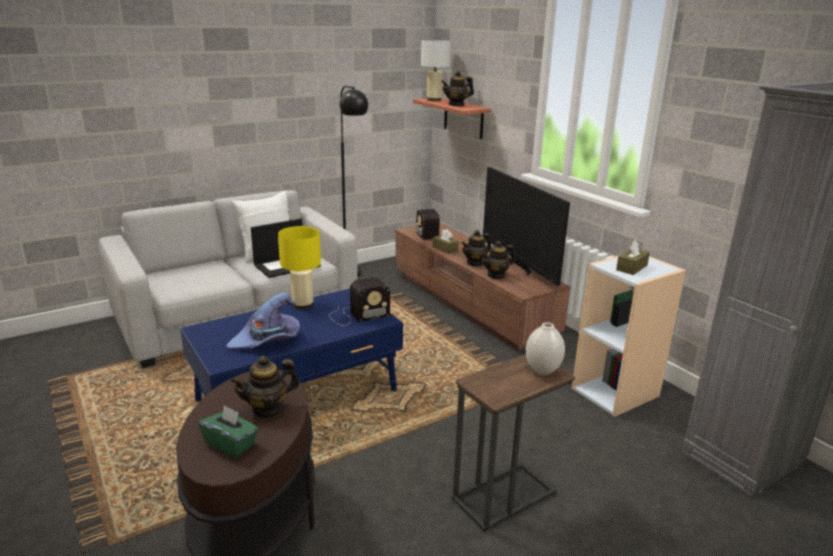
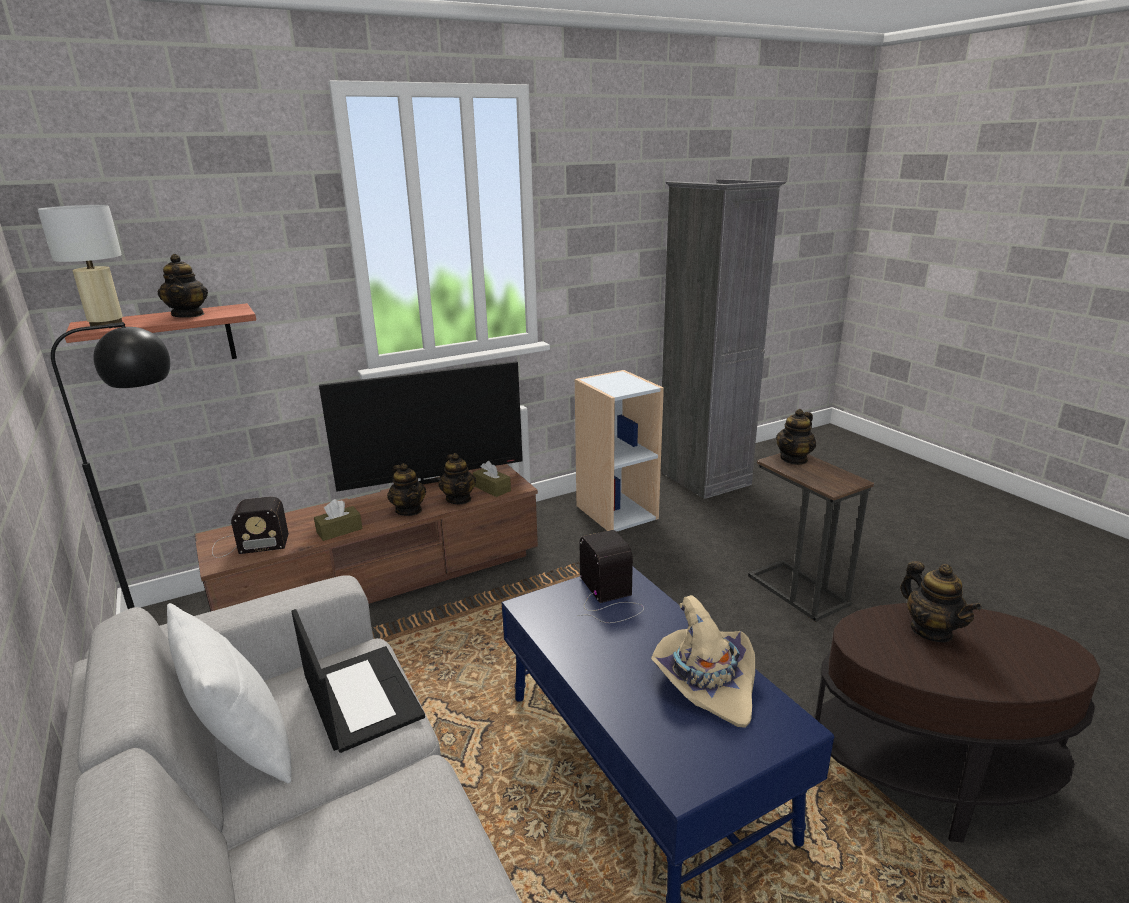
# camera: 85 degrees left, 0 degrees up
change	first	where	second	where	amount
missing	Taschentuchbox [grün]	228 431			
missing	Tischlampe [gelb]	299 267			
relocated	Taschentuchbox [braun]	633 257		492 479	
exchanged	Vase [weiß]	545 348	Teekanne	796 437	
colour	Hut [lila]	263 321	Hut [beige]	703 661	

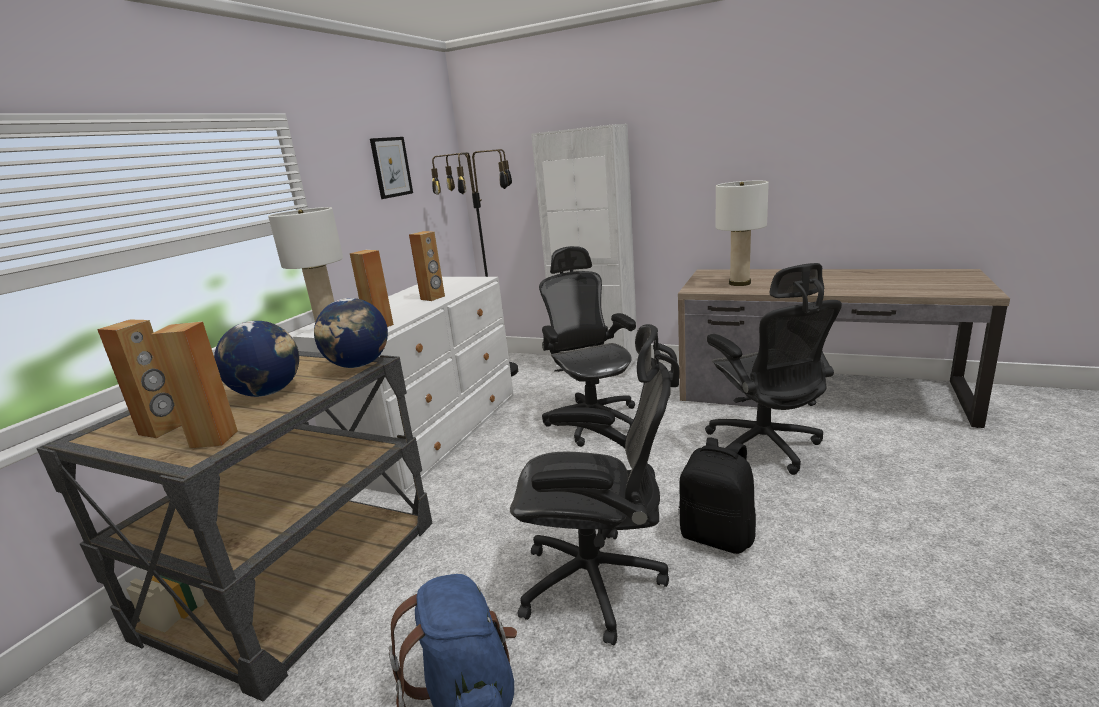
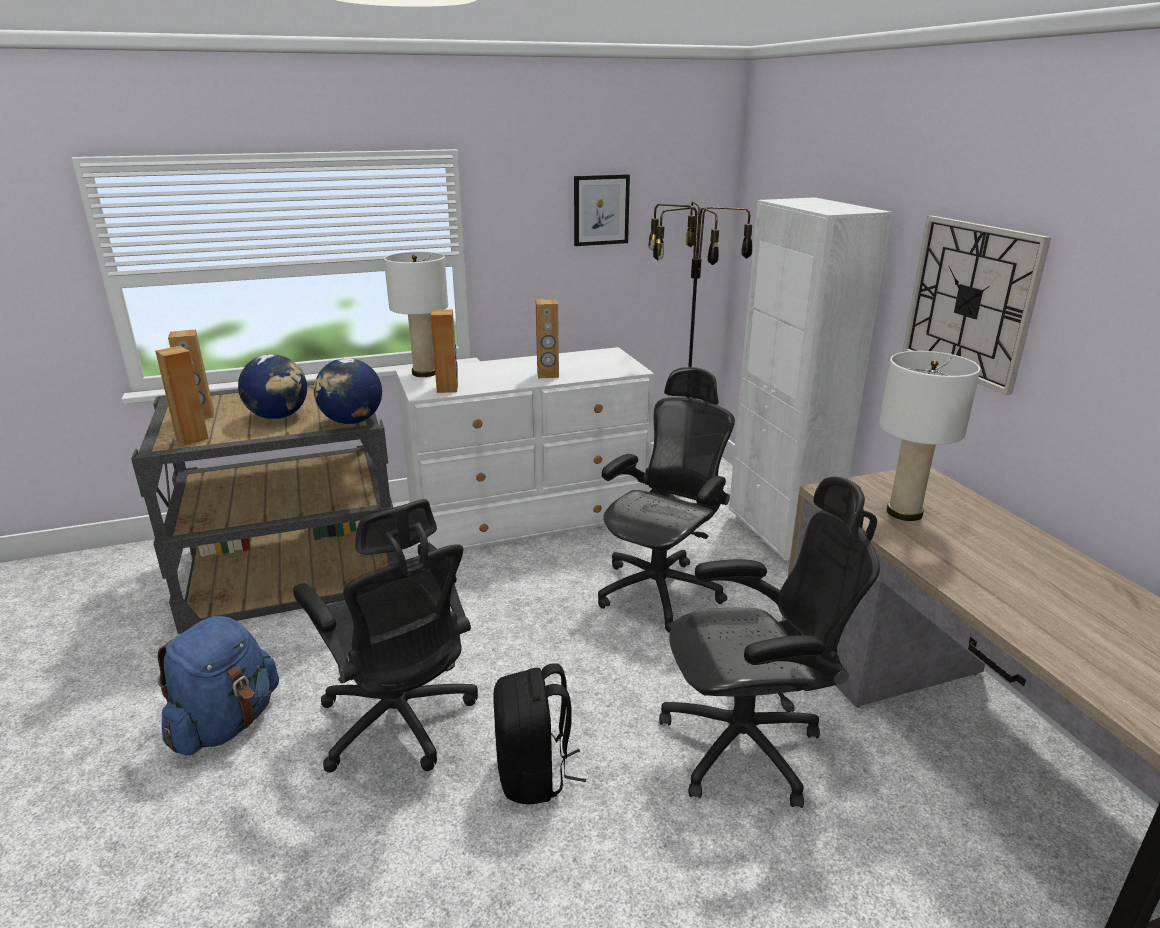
# camera: 45 degrees right, 5 degrees up
change	first	where	second	where	amount
appeared			Wanduhr	976 305	
spun	Bürostuhl	773 369		769 642	135 degrees counterclockwise

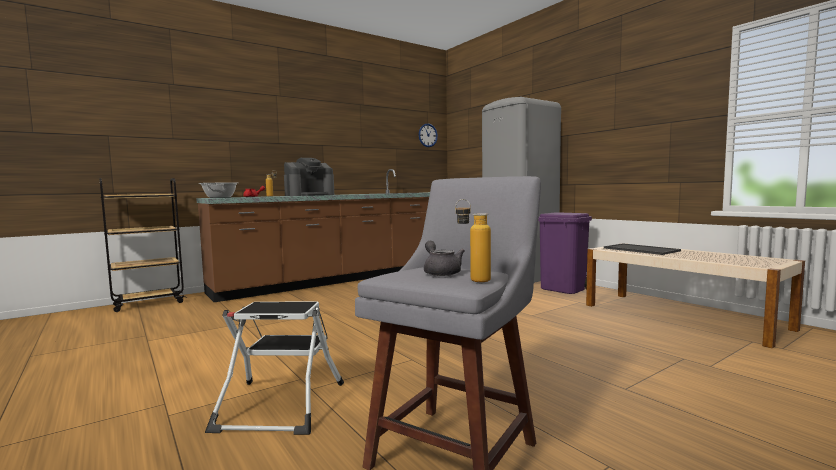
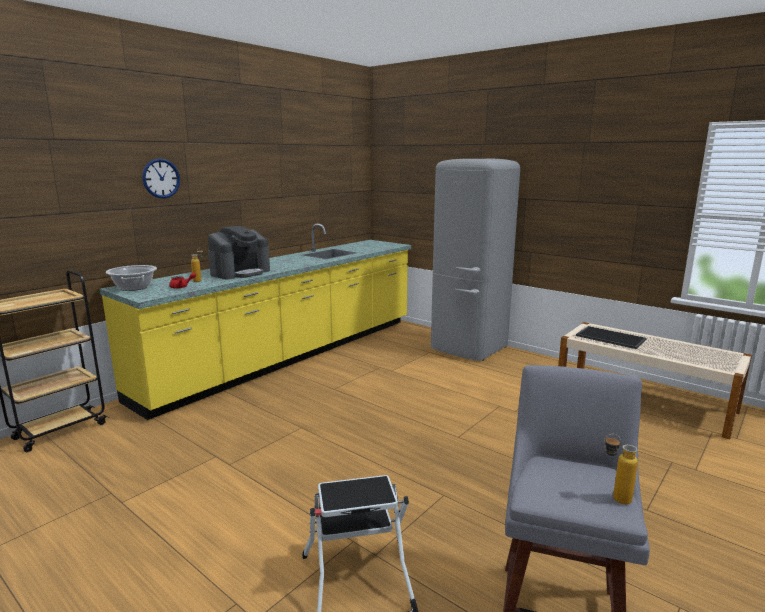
# camera: 15 degrees left, 10 degrees up
change	first	where	second	where	amount
missing	Teekanne [grau]	444 258			
missing	Mülleimer [lila]	565 253			
relocated	Wanduhr	428 135		161 179	
colour	Küchenzeile [braun]	313 235	Küchenzeile [gelb]	255 321	

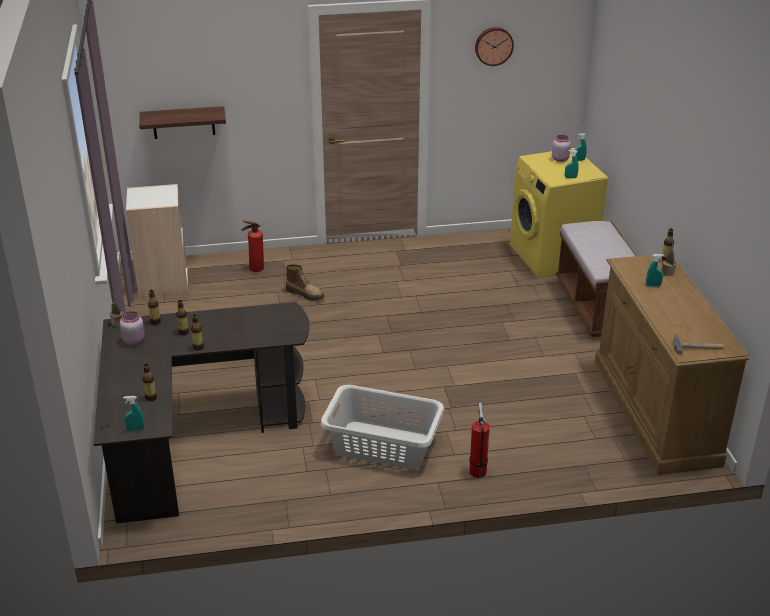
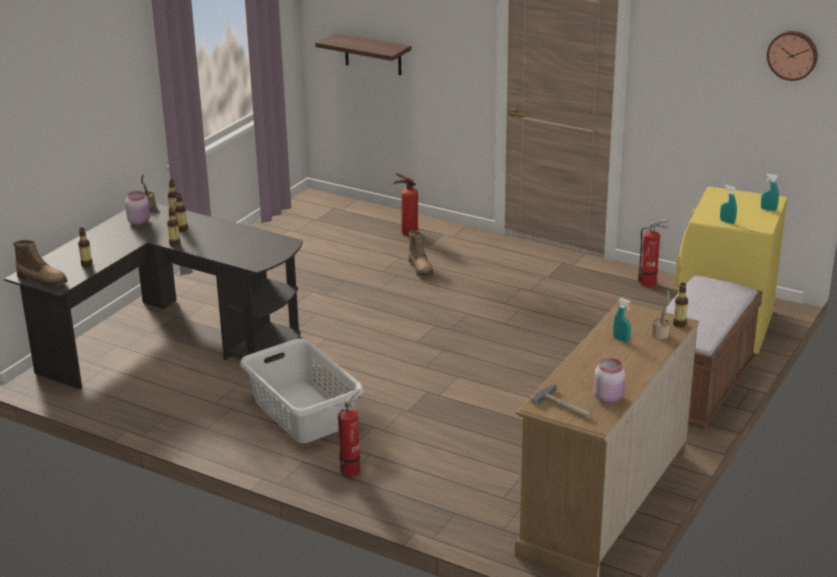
# camera: 40 degrees right, 5 degrees down
change	first	where	second	where	amount
missing	Bücherregal	157 240			
appeared			Feuerlöscher	653 253	
relocated	Wanduhr	494 46		792 56	
relocated	Vorratsglas [rosa]	561 148		609 380	
exchanged	Sprühflasche [türkis]	133 413	Stiefel	40 263	

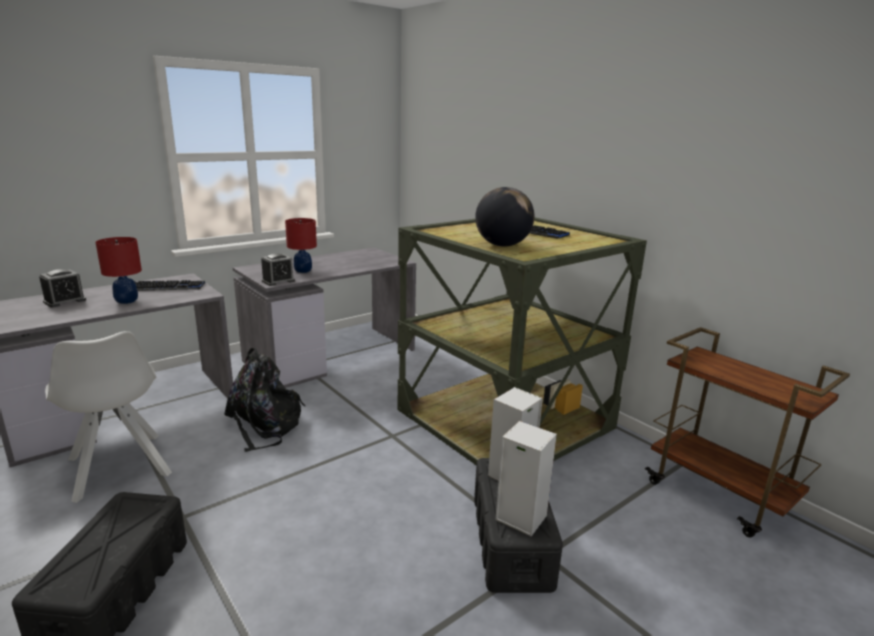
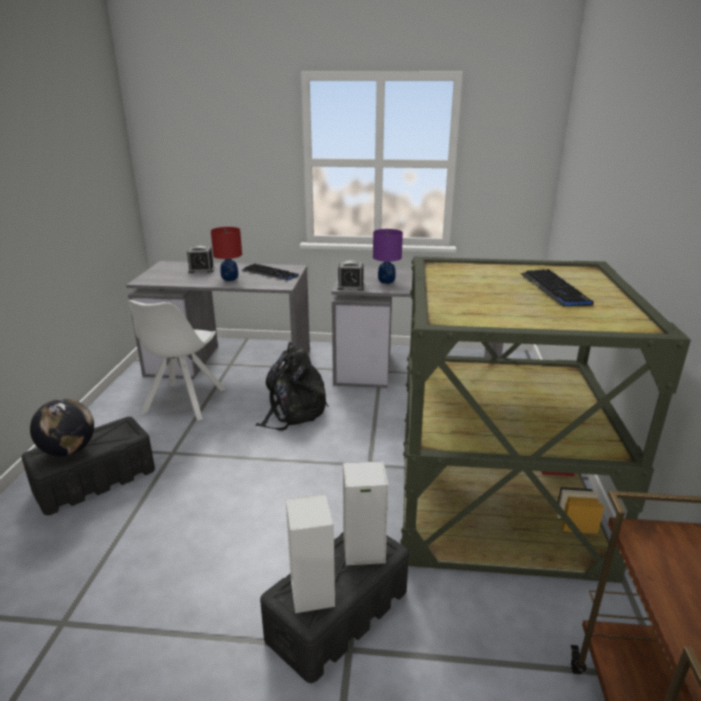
# camera: 45 degrees right, 5 degrees up
change	first	where	second	where	amount
relocated	Globus	504 217		62 427	
colour	Tischlampe [rot]	301 245	Tischlampe [lila]	388 256	

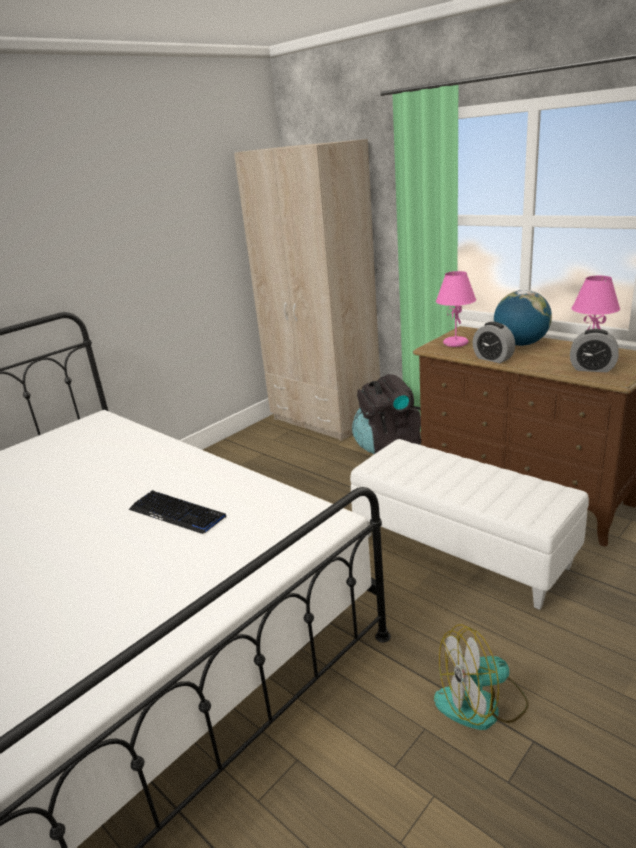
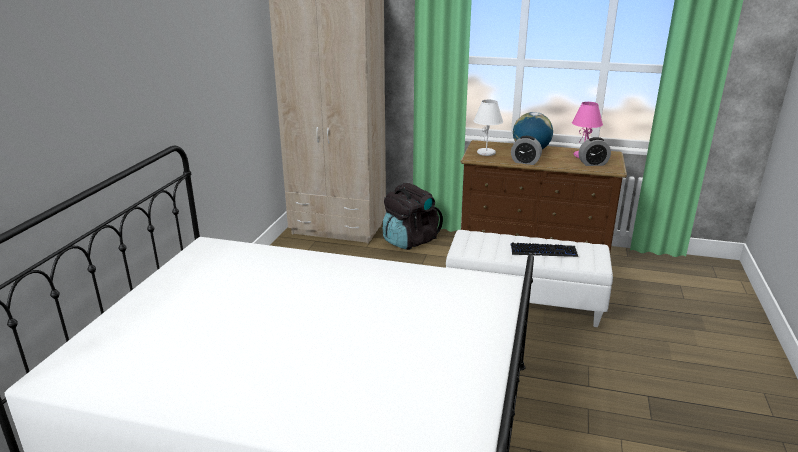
# camera: 30 degrees left, 0 degrees up
change	first	where	second	where	amount
missing	Ventilator	481 677			
relocated	Tastatur	177 512		544 249	
colour	Tischlampe [rosa]	456 309	Tischlampe [weiß]	488 127	

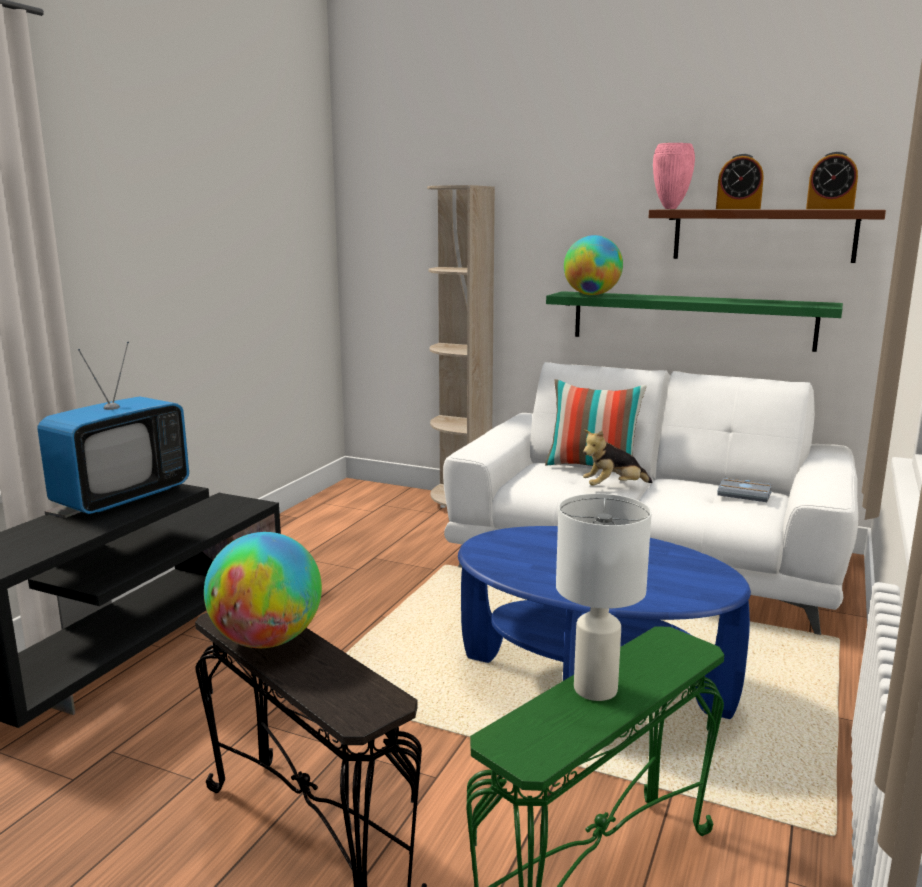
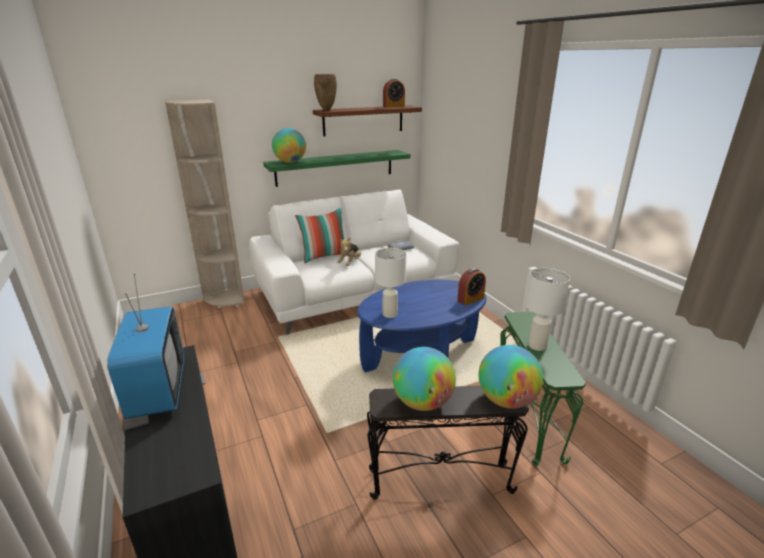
# camera: 50 degrees left, 10 degrees up
change	first	where	second	where	amount
appeared			Tischlampe [weiß]	390 283	
appeared			Globus	511 377	
relocated	Wecker	739 181		471 287	
colour	Vase [rosa]	674 176	Vase [braun]	325 92	

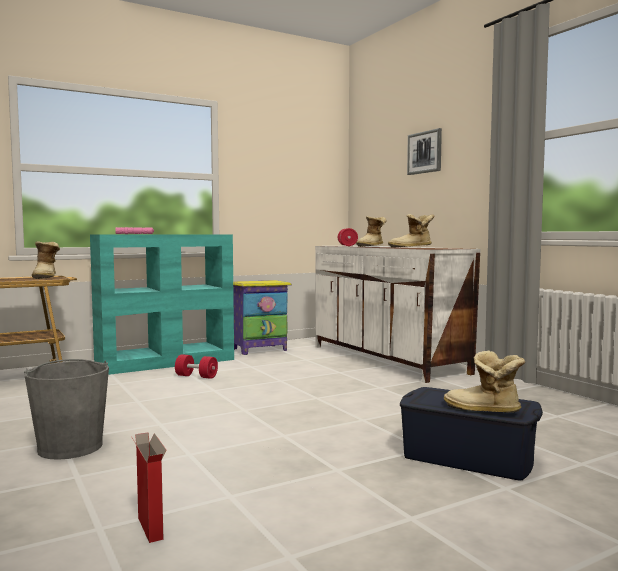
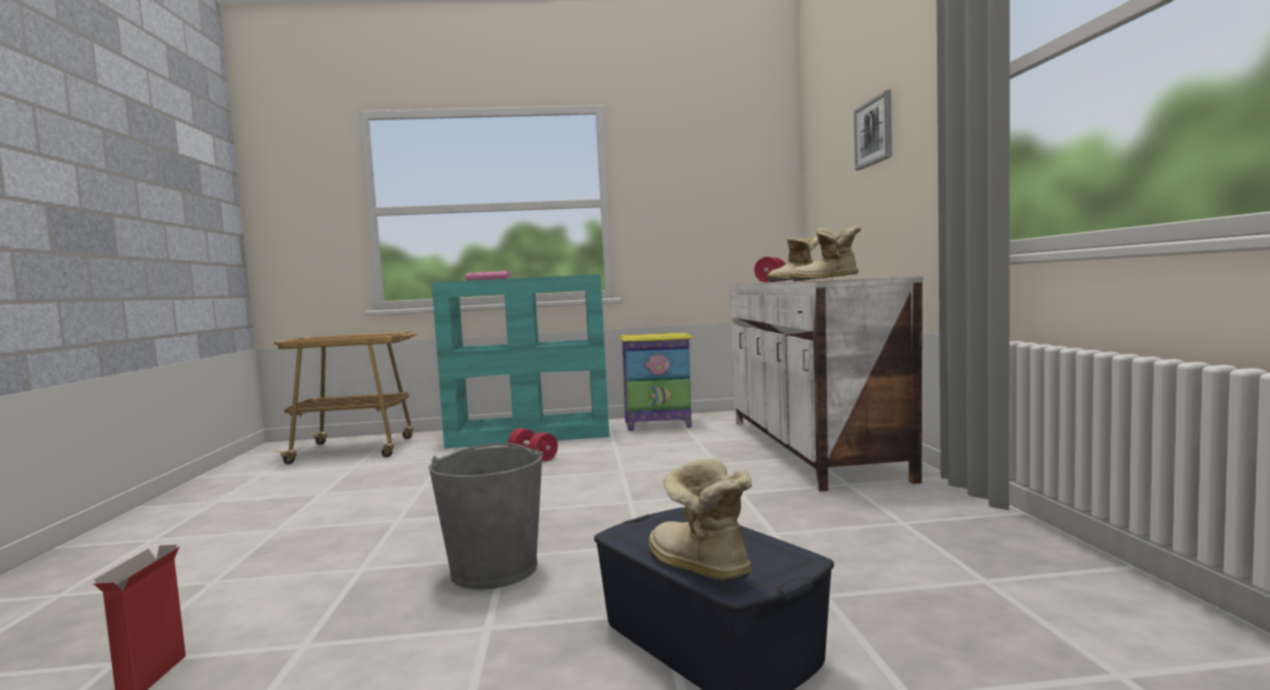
# camera: 25 degrees right, 0 degrees up
change	first	where	second	where	amount
missing	Stiefel	46 260			
relocated	Eimer [grau]	66 409		486 516	

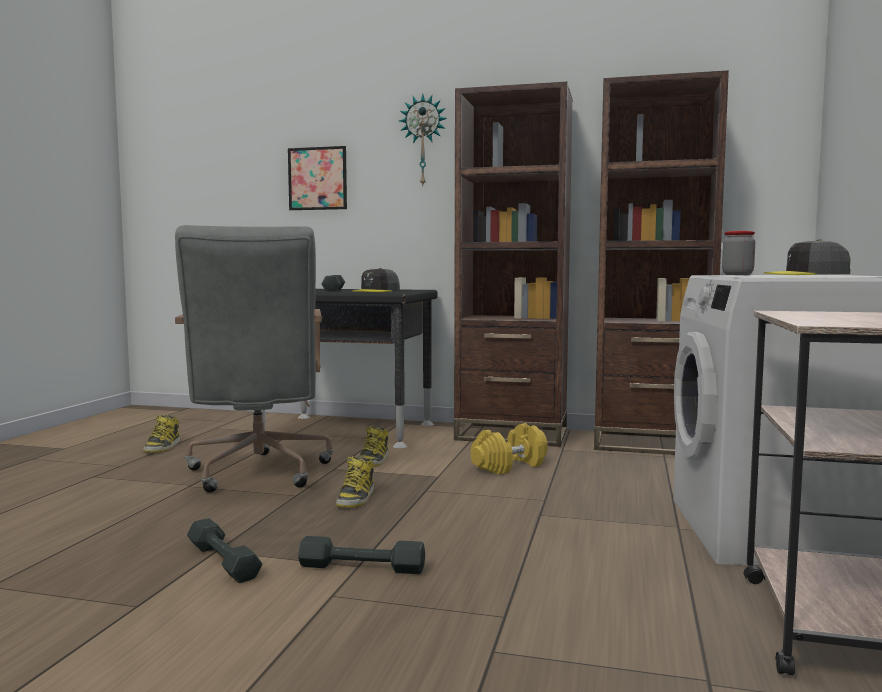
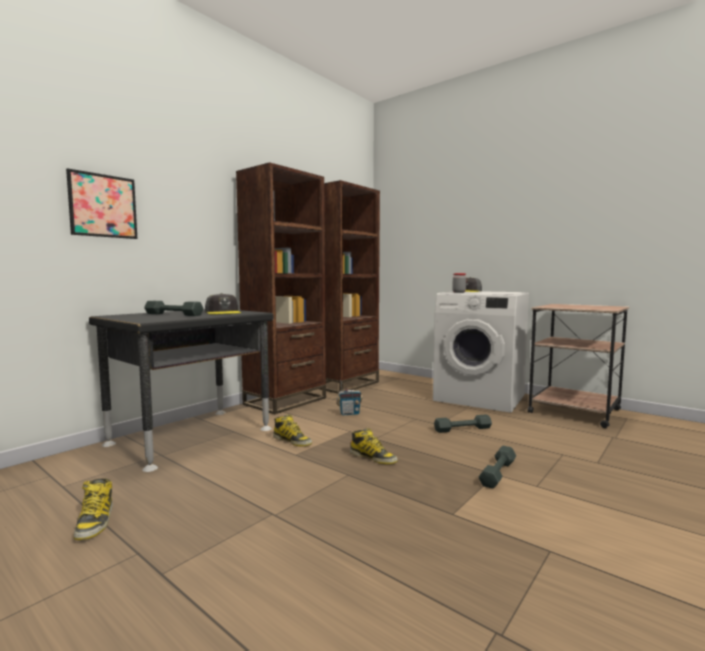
# camera: 65 degrees left, 0 degrees up
change	first	where	second	where	amount
missing	Bürostuhl [grau]	254 359			
missing	Wanduhr	423 140			
relocated	Hantel [grau]	224 550		463 423	
exchanged	Hantel [gelb]	509 449	Radio	350 397	
spun	Stiefel	161 434		93 509	45 degrees clockwise

